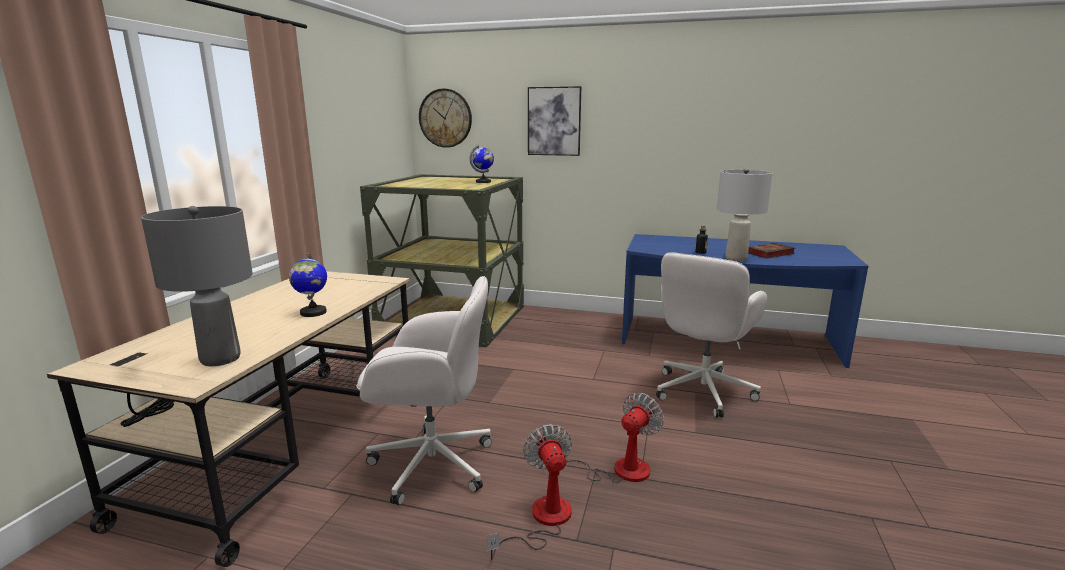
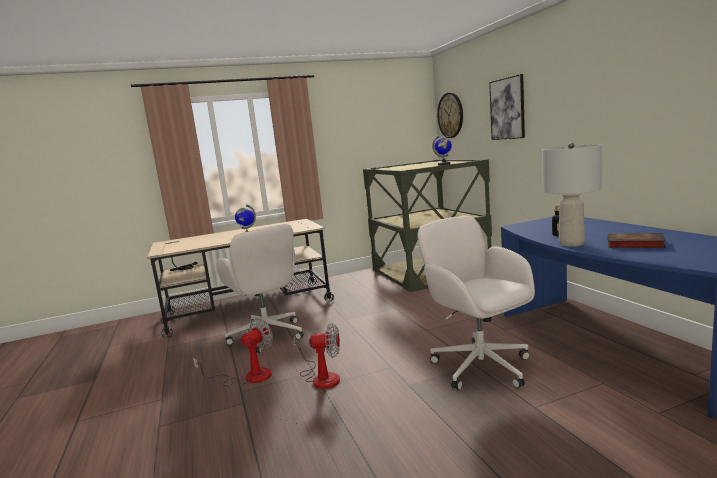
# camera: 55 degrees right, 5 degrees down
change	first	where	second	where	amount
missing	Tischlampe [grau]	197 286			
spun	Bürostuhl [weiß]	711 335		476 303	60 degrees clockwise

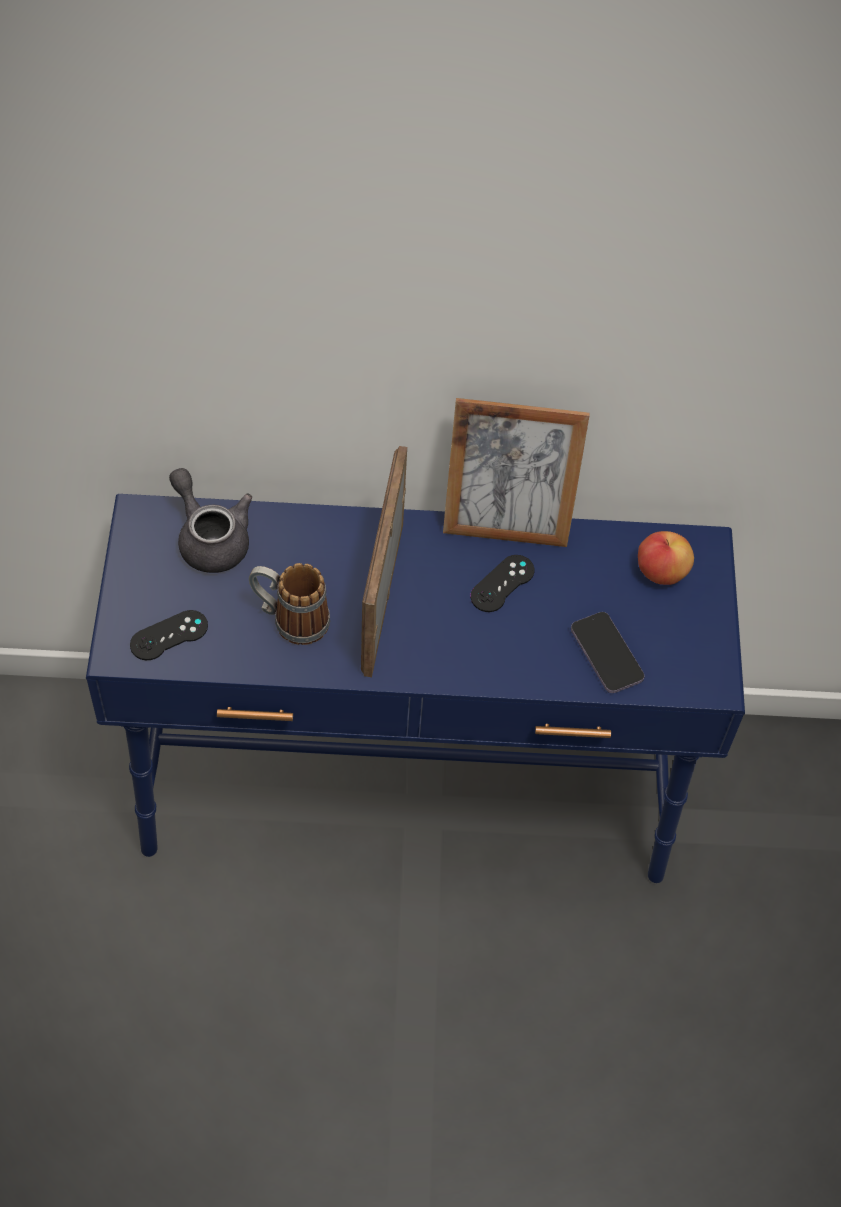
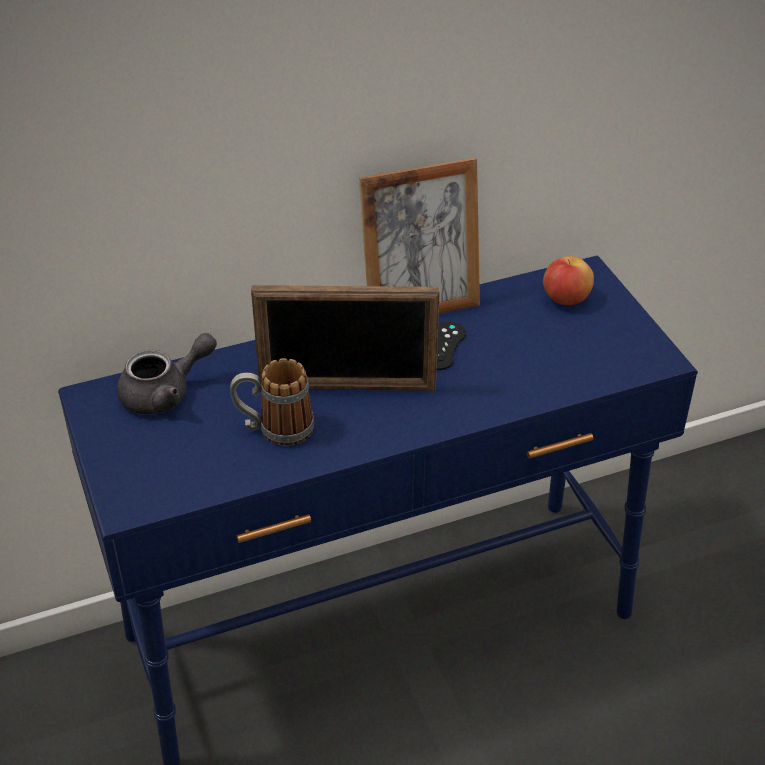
# camera: 20 degrees left, 15 degrees down
change	first	where	second	where	amount
missing	Gamepad [schwarz]	169 635			
missing	Handy	608 652			
spun	Teekanne [grau]	210 520		167 373	120 degrees clockwise
spun	Bilderrahmen	384 561		345 338	75 degrees counterclockwise

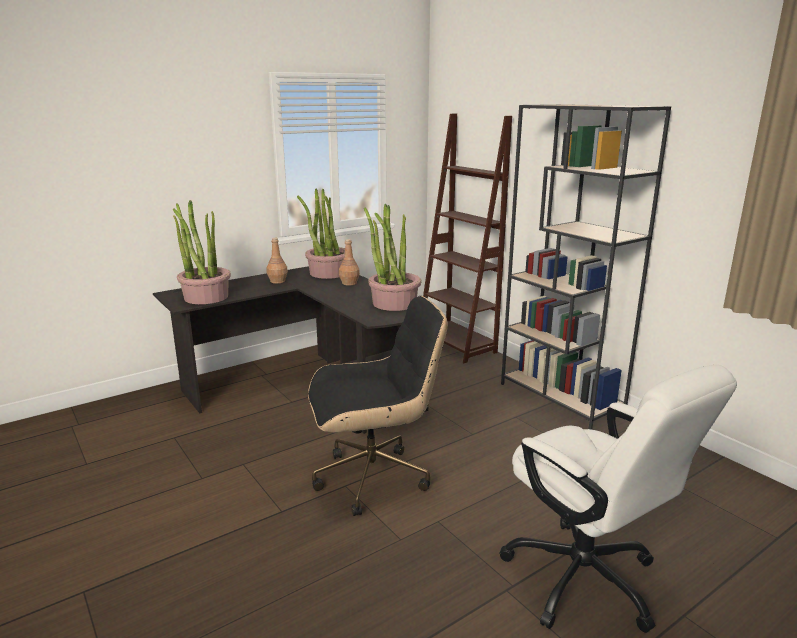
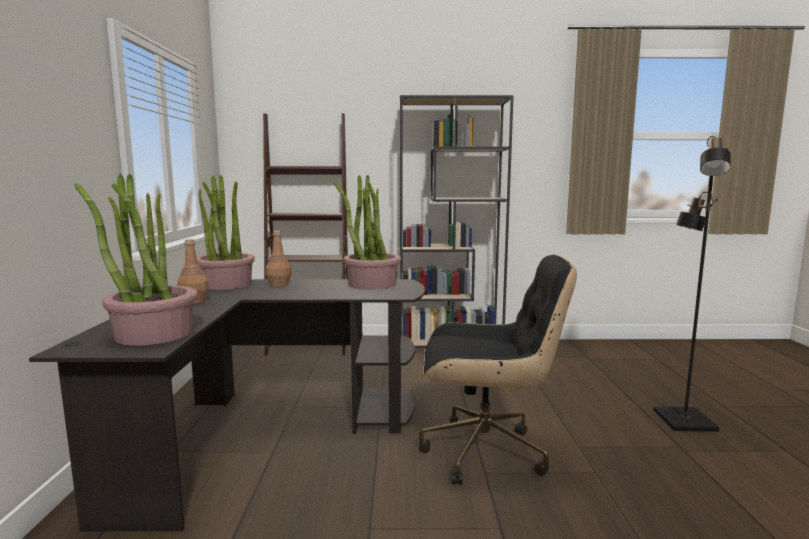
# camera: 55 degrees left, 10 degrees down
change	first	where	second	where	amount
exchanged	Bürostuhl [weiß]	618 499	Stehlampe [schwarz]	692 284	
spun	Bürostuhl [schwarz]	378 405		498 369	75 degrees clockwise

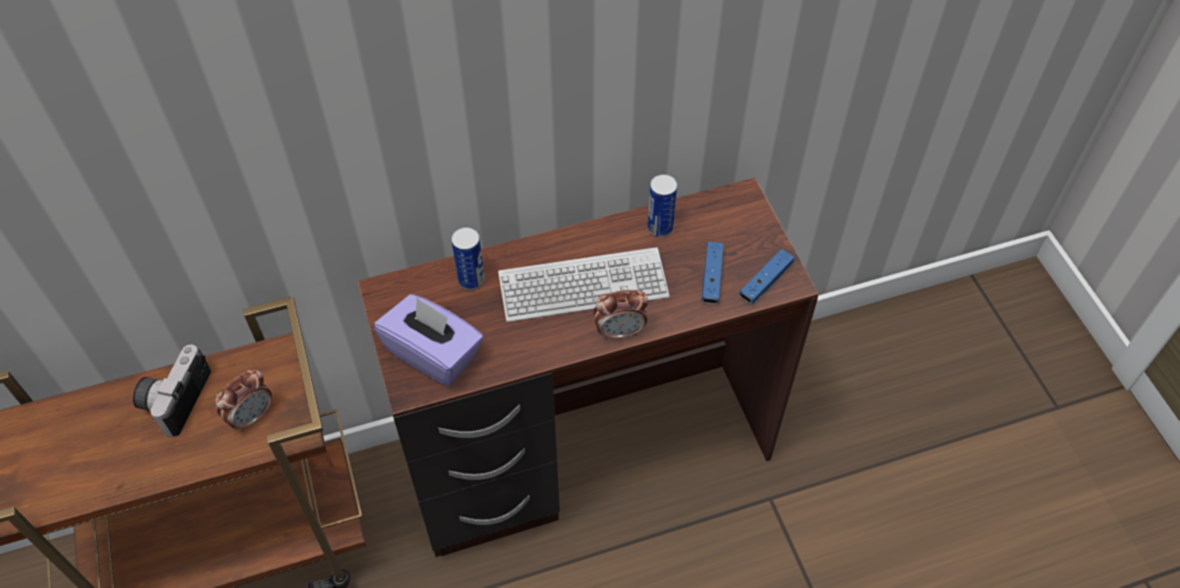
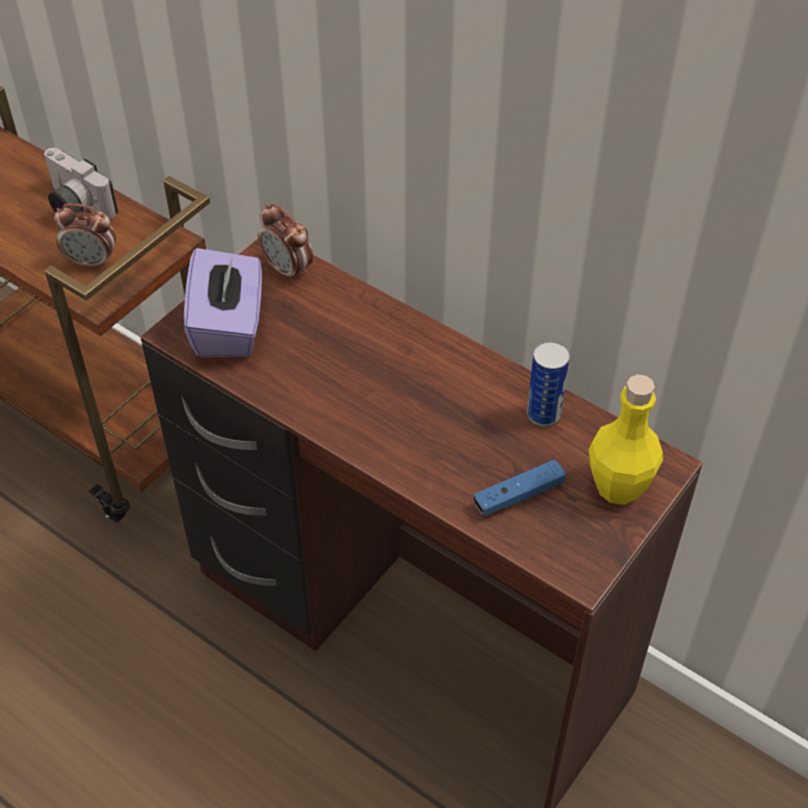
# camera: 55 degrees right, 5 degrees down
change	first	where	second	where	amount
missing	Dose	468 258			
missing	Tastatur	583 284			
missing	Gamepad [blau]	766 276			
appeared			Flasche [gelb]	626 439	
relocated	Wecker	621 315		285 243	
spun	Kamera	172 390		81 183	120 degrees counterclockwise

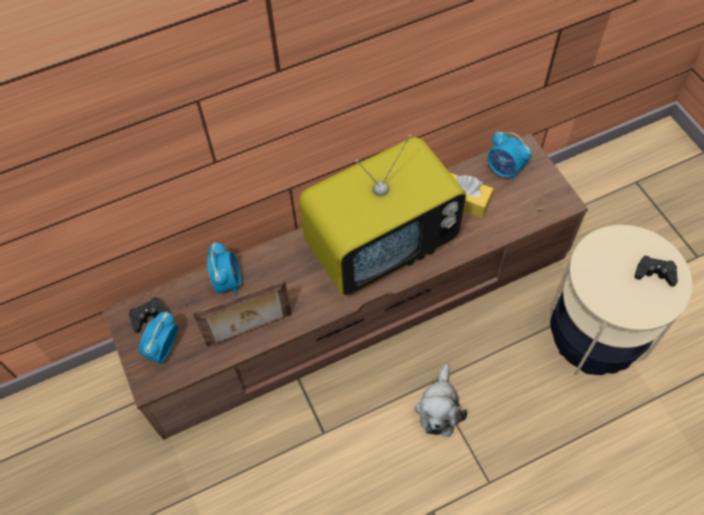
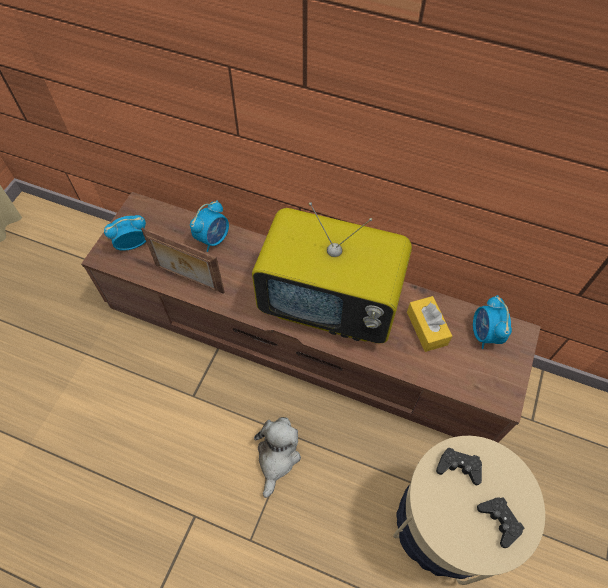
# camera: 45 degrees right, 0 degrees up
change	first	where	second	where	amount
relocated	Gamepad [schwarz]	149 315		459 466	
spun	Plüschtier	441 400		277 457	135 degrees clockwise

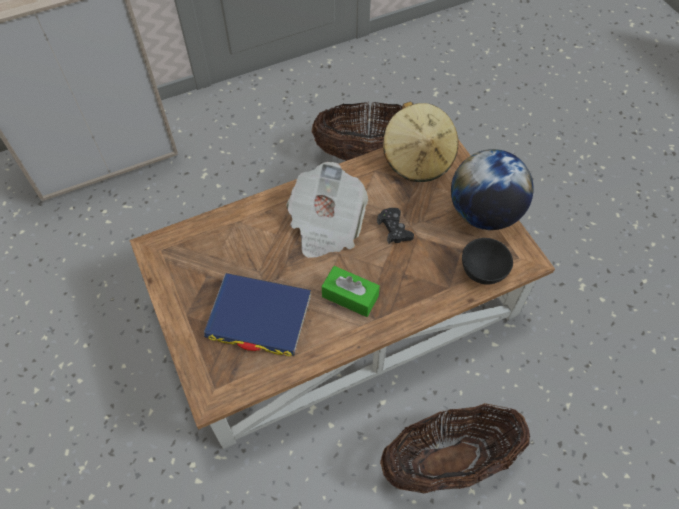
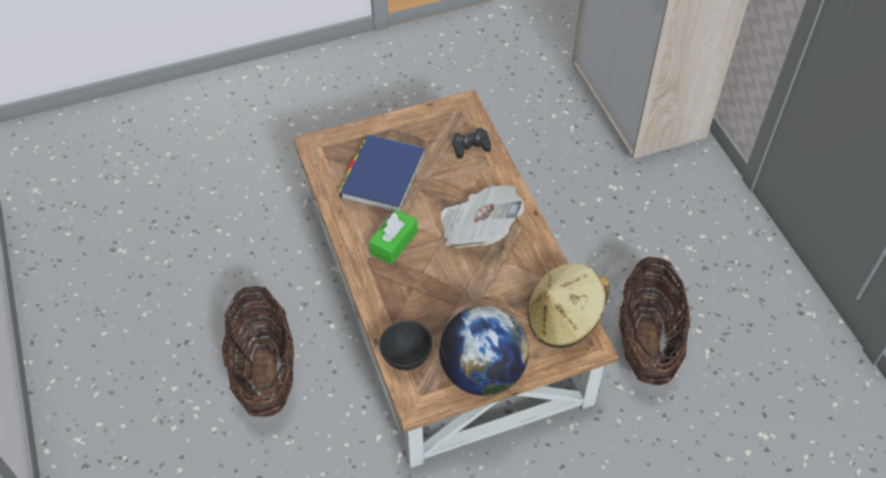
# camera: 95 degrees right, 5 degrees down
change	first	where	second	where	amount
relocated	Gamepad [schwarz]	395 226		472 143	

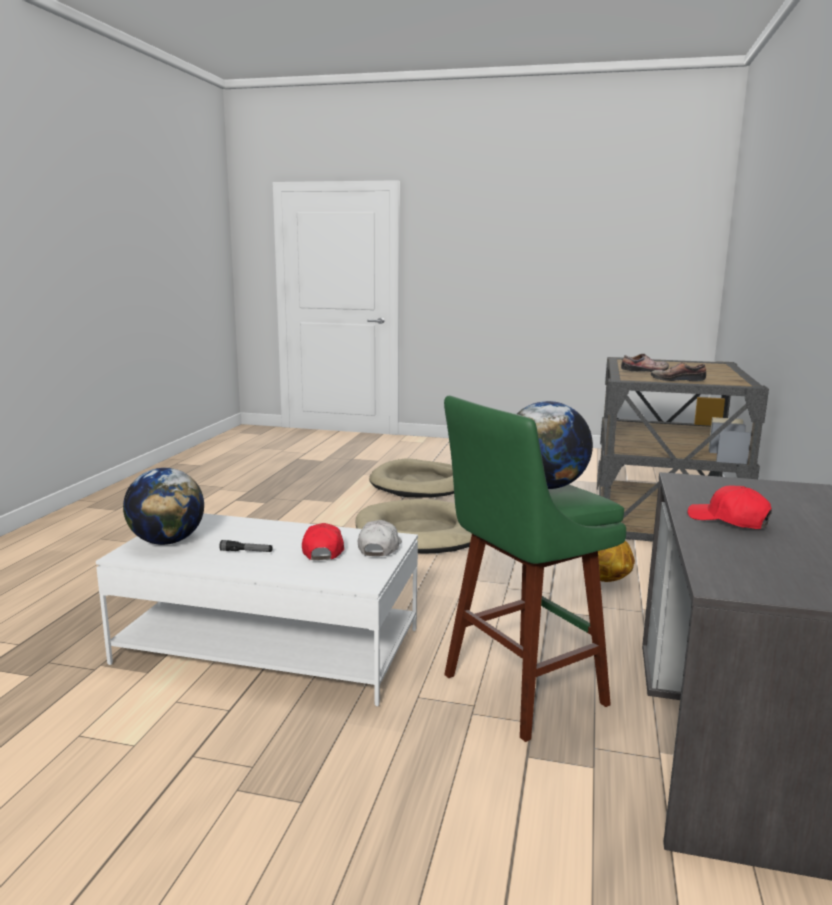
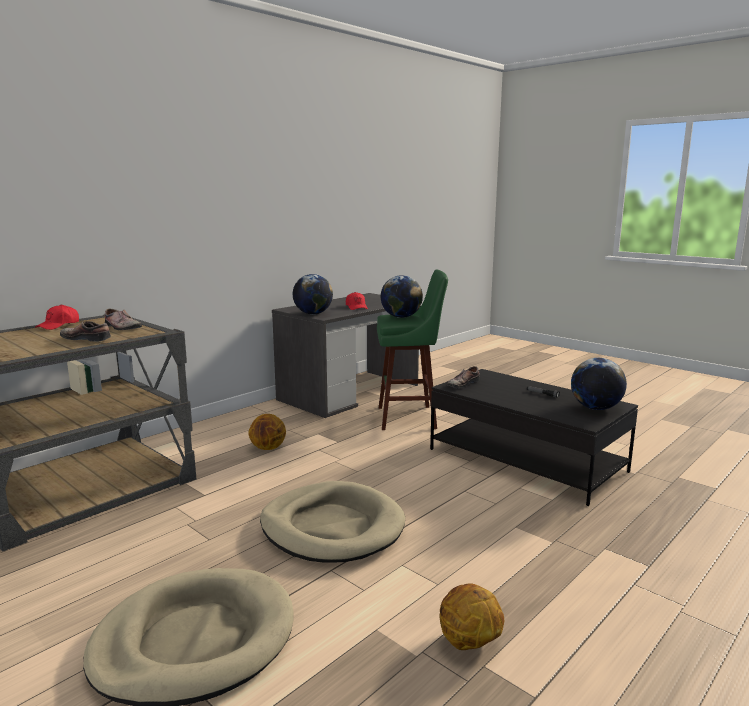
# camera: 150 degrees left, 0 degrees up
change	first	where	second	where	amount
appeared			Globus	313 294	
appeared			Basketball	472 616	
relocated	Kappe [rot]	323 541		57 317	
exchanged	Kappe [weiß]	380 538	Schuh	463 377	
colour	Couchtisch [weiß]	257 609	Couchtisch [schwarz]	534 437	

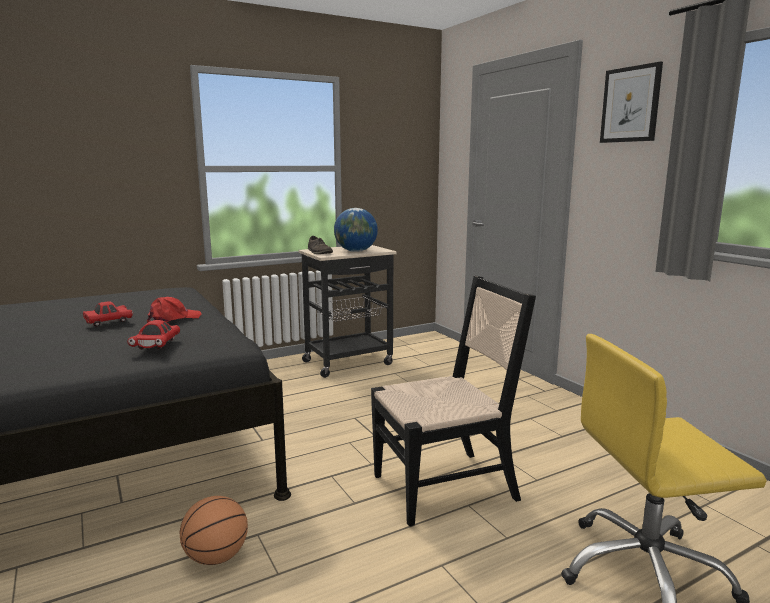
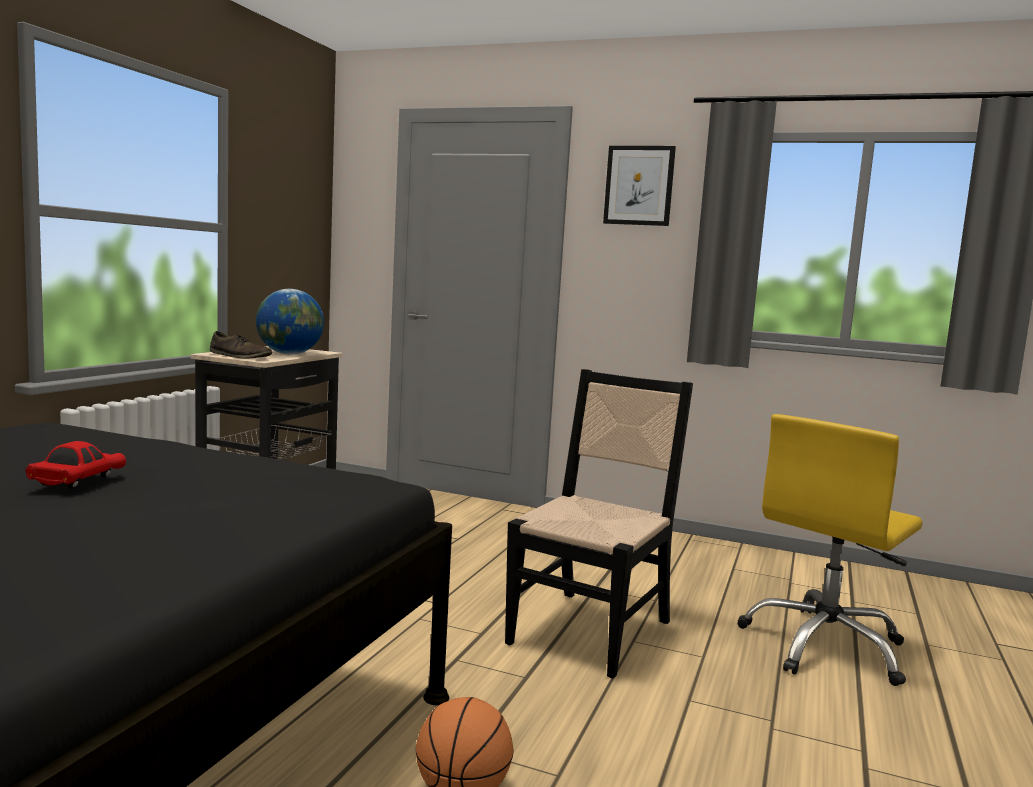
# camera: 40 degrees left, 5 degrees down
change	first	where	second	where	amount
missing	Spielzeugauto [rot]	153 335			
missing	Kappe [rot]	174 310			

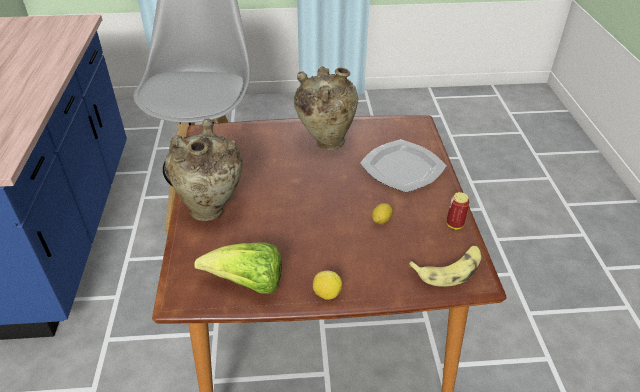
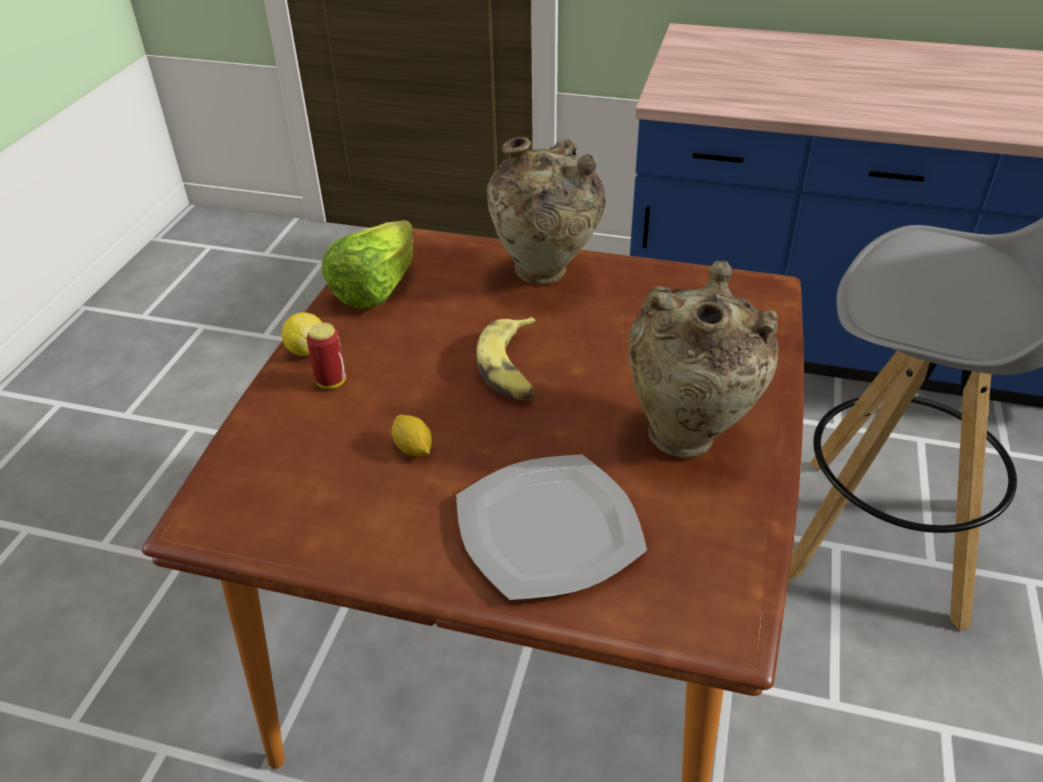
# camera: 110 degrees right, 0 degrees up
change	first	where	second	where	amount
relocated	Banane	445 266		506 358	
relocated	Dose	458 210		326 355	

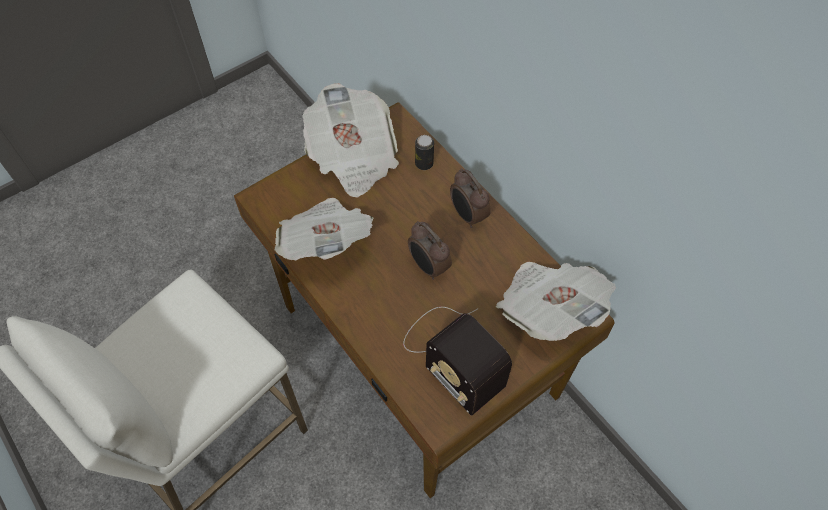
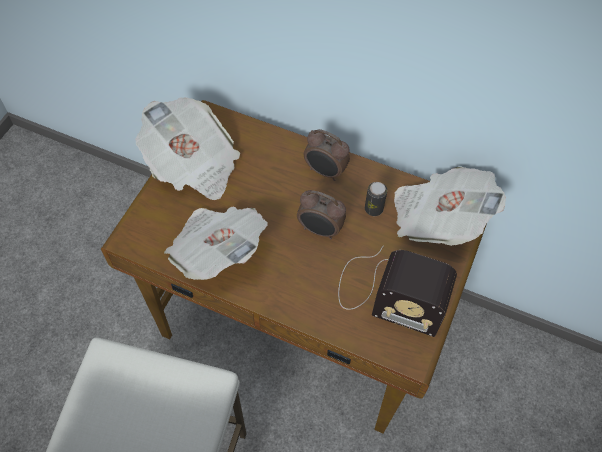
# camera: 30 degrees left, 0 degrees up
change	first	where	second	where	amount
relocated	Dose	424 152		376 199	

